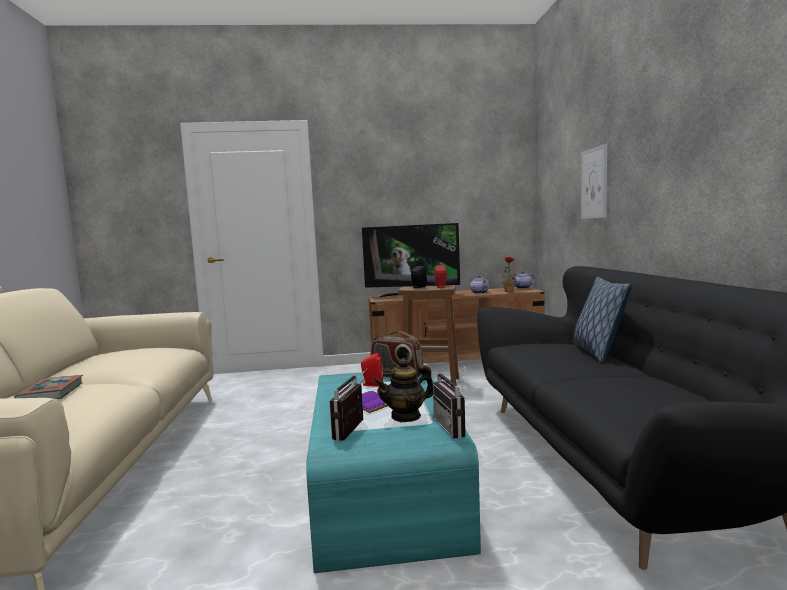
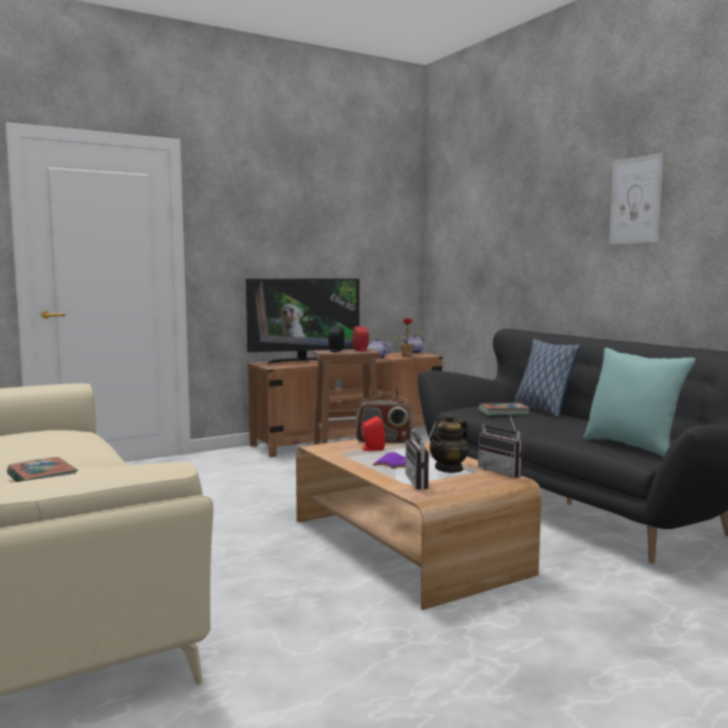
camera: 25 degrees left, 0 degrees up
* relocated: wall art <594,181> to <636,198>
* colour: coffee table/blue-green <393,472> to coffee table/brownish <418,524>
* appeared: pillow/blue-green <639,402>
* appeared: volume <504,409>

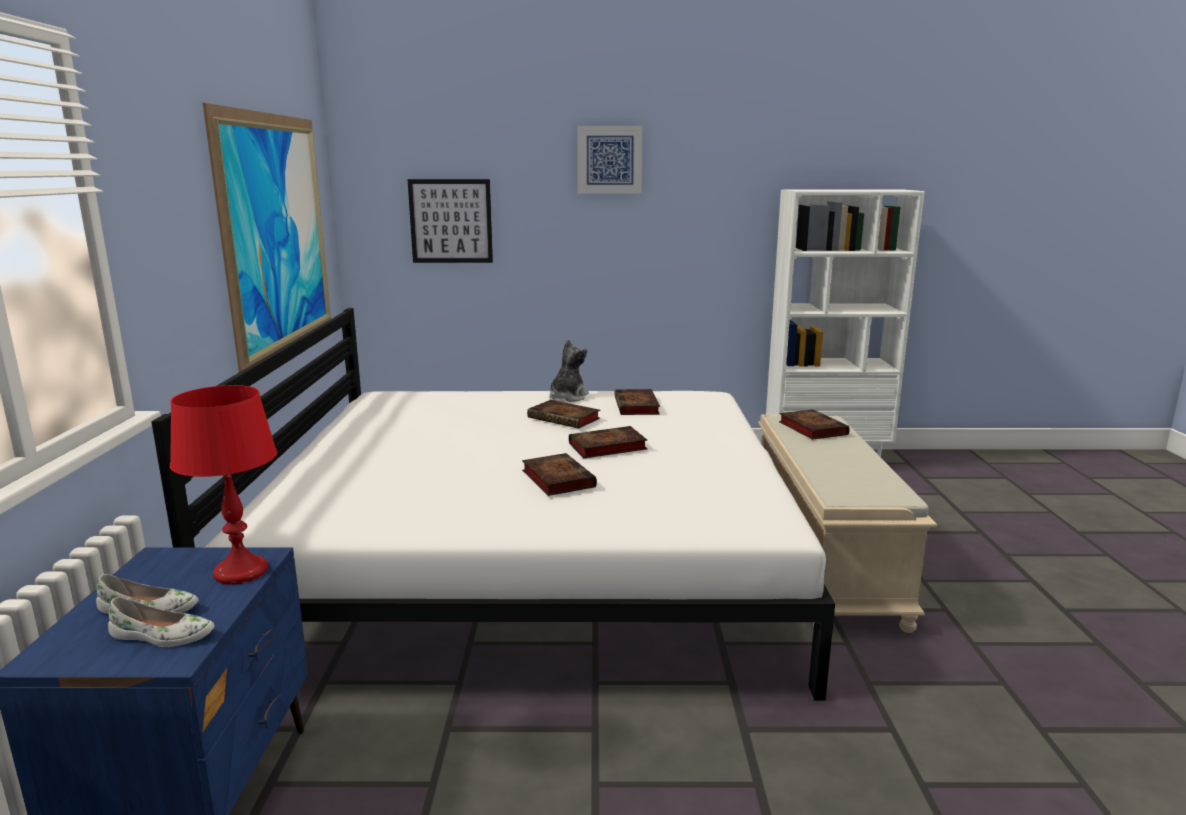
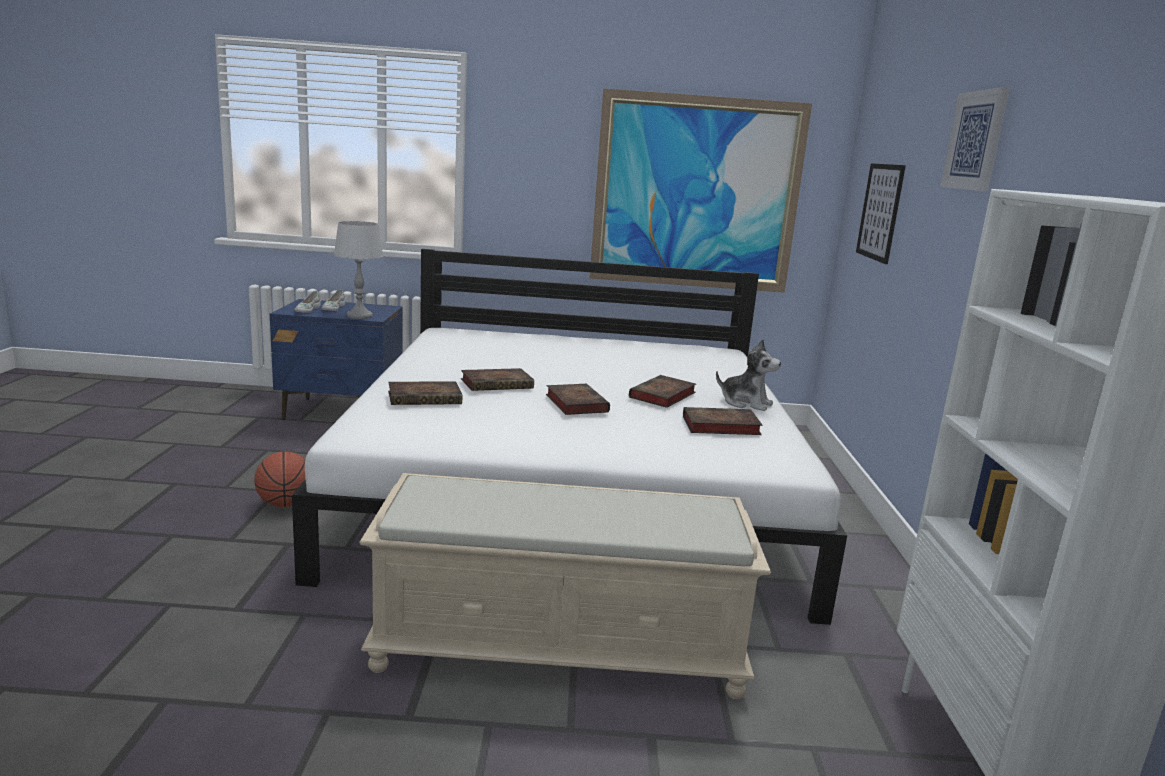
camera: 90 degrees right, 0 degrees up
* colour: lamp for a table/red-coloured <223,485> to lamp for a table/greyish <358,270>
* relocated: volume <814,424> to <425,393>
* appeared: ball for basketball <279,479>

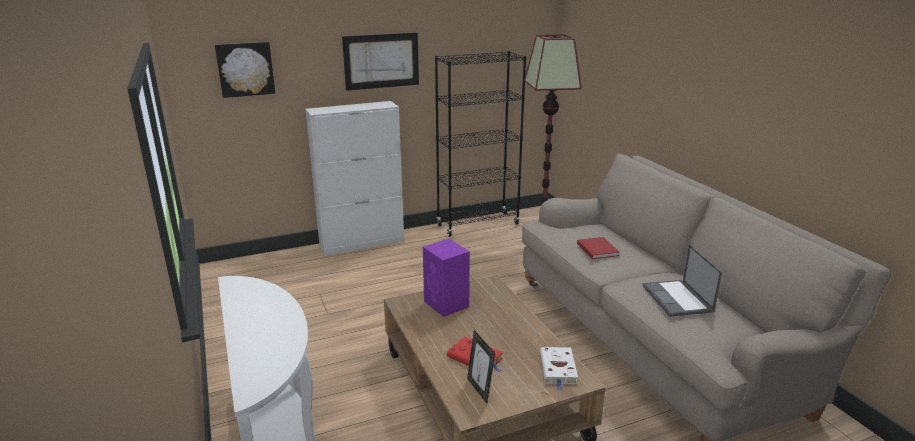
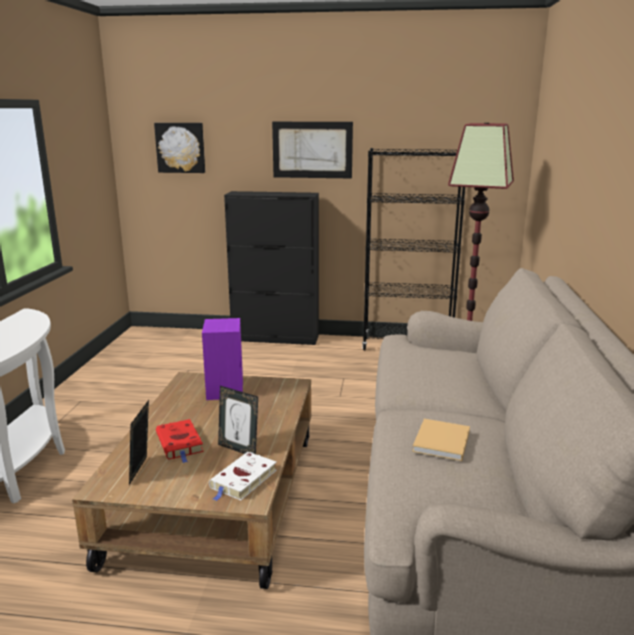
camera: 30 degrees right, 5 degrees down
* colour: cupboard/white-coloured <354,178> to cupboard/blackish <271,268>
* missing: volume/red-coloured <598,248>
* exchanged: laptop <682,281> to volume/sand-coloured <441,440>
* appeared: standing frame <238,420>

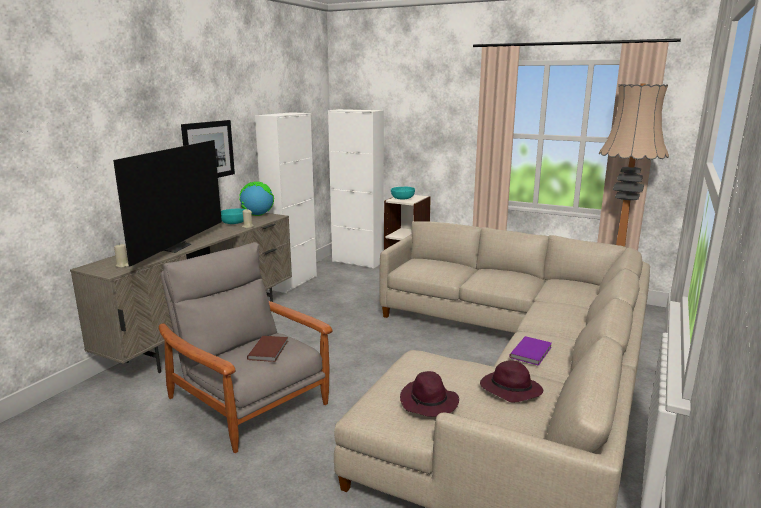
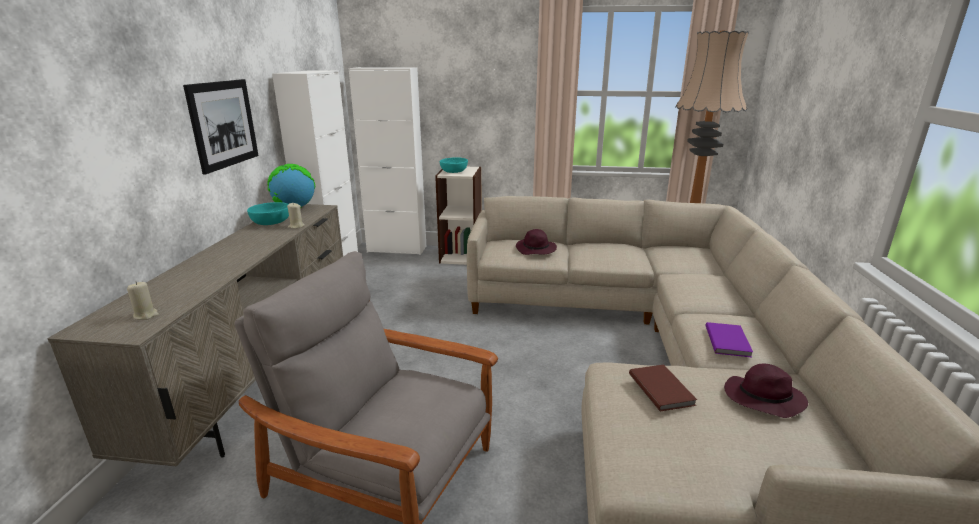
camera: 20 degrees left, 5 degrees up
* missing: television <167,203>
* relocated: volume/brownish <267,349> to <663,388>
* relocated: wearable hat/purple-coloured <429,394> to <536,242>

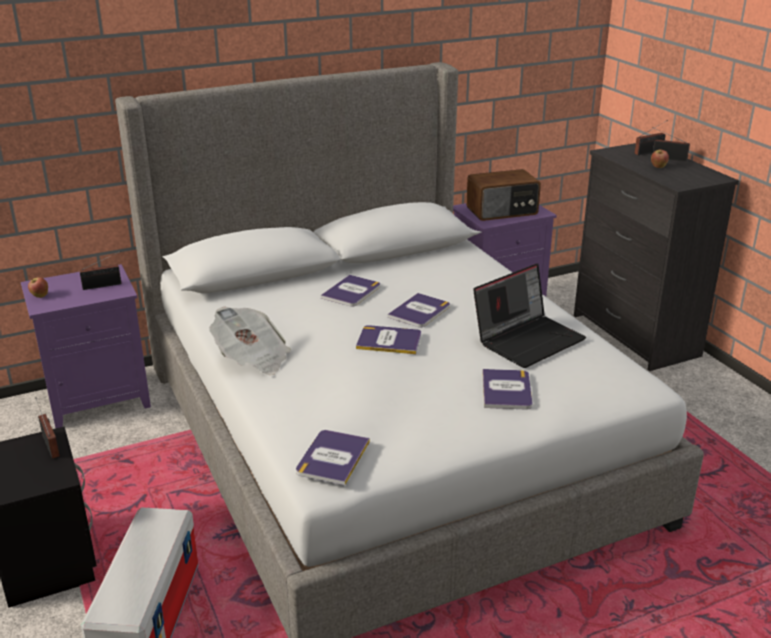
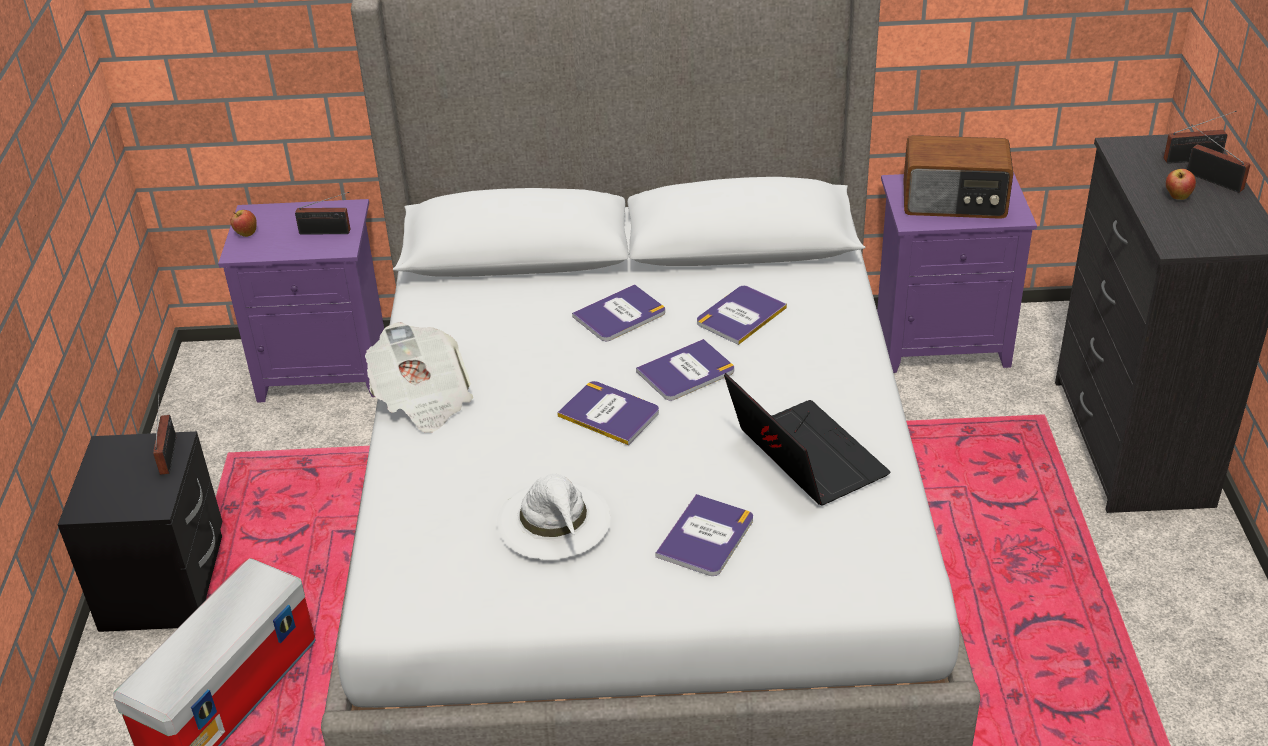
camera: 25 degrees right, 10 degrees up
* spun: laptop <529,315> = <807,439> 105 degrees counterclockwise
* relocated: volume <333,457> to <742,315>
* appeared: wearable hat/white-coloured <554,517>

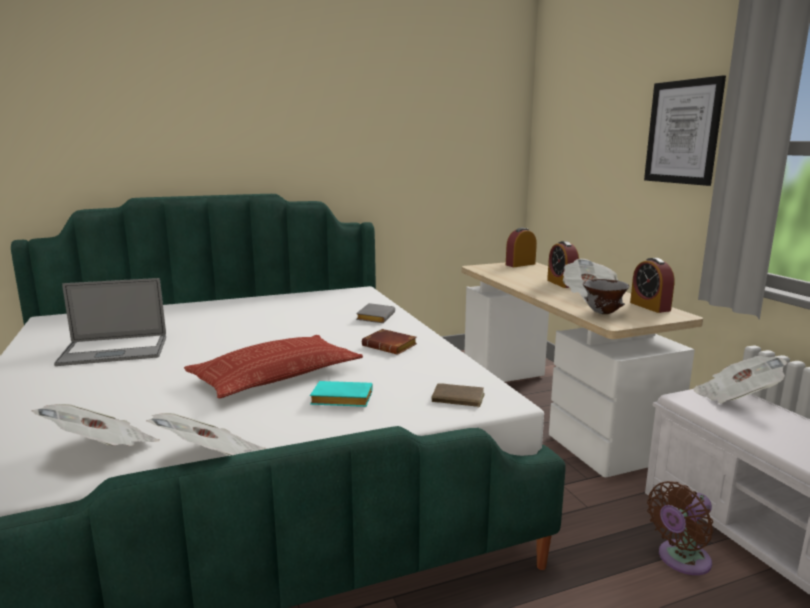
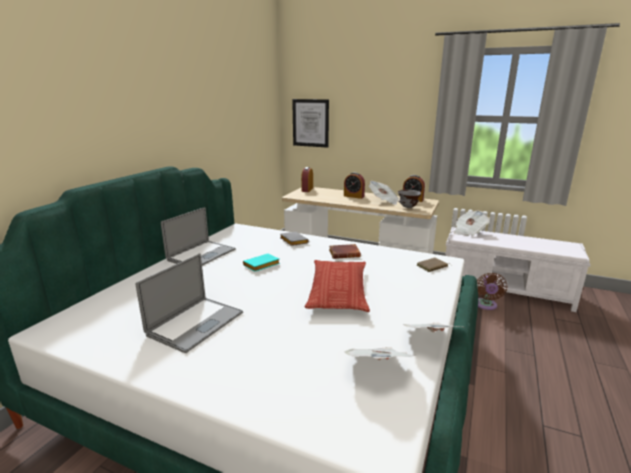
camera: 45 degrees left, 5 degrees up
* relocated: wall art <685,130> to <310,123>
* relocated: volume/blue-green <341,394> to <261,262>
* appeared: laptop <198,236>

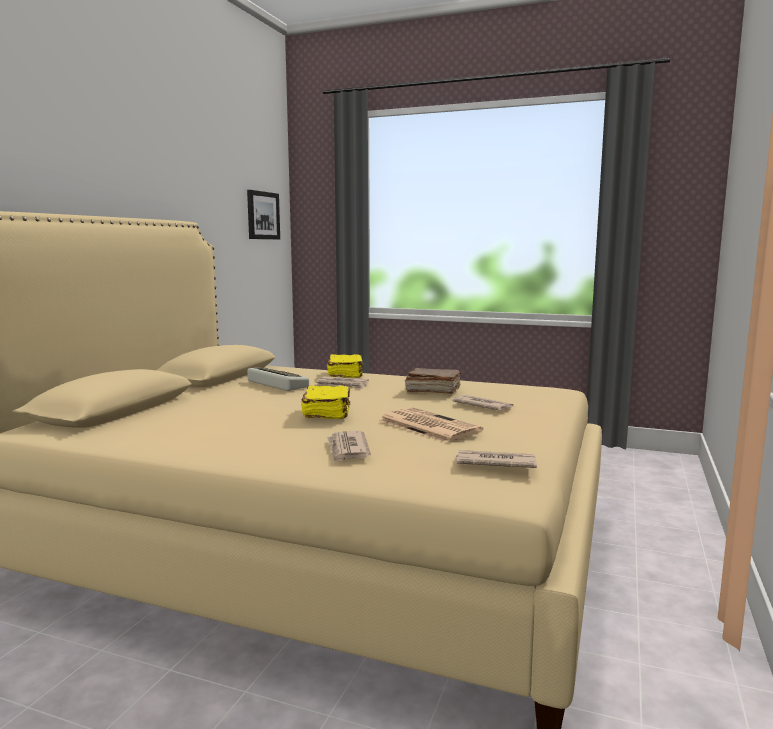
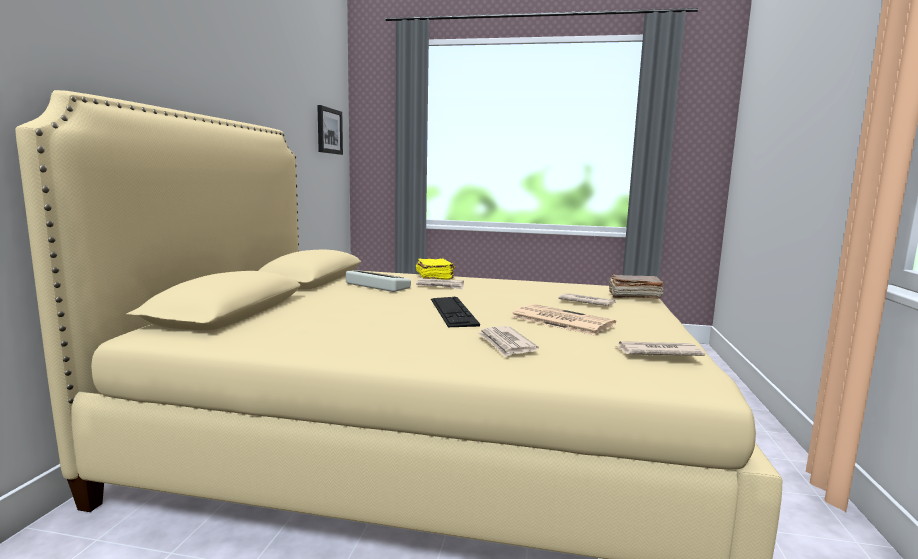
camera: 10 degrees left, 0 degrees up
* relocated: volume/brownish <433,381> to <636,287>
* exchanged: volume/yellowish <325,402> to PC keyboard <455,312>

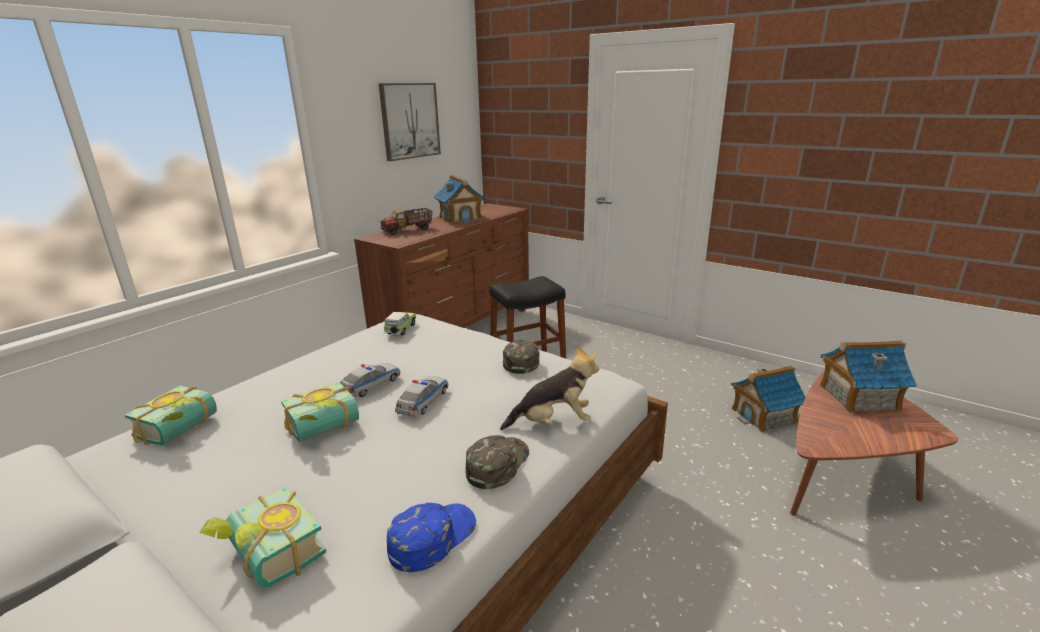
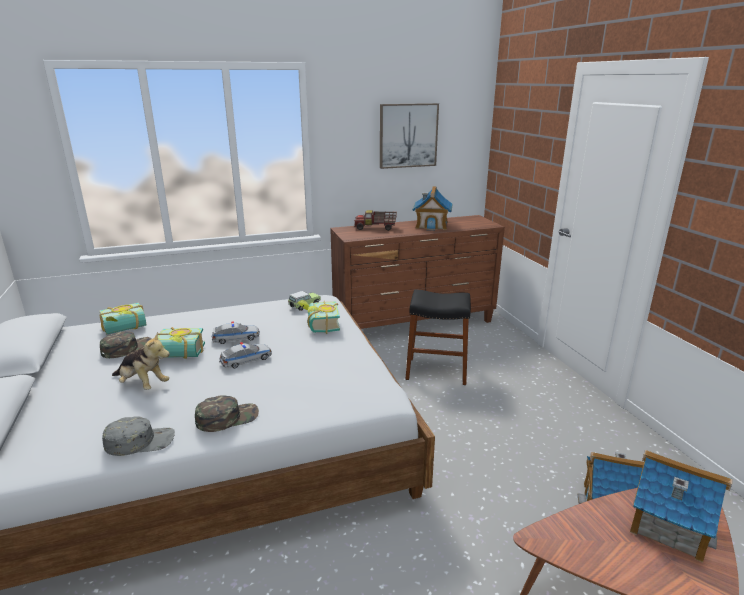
camera: 35 degrees right, 0 degrees up
* relocated: baseball cap/green-coloured <521,357> to <125,344>
* relocated: cuddly toy <549,387> to <141,361>
* relocated: volume <262,537> to <318,317>
* colour: baseball cap/bluish <431,537> to baseball cap/greyish <138,436>

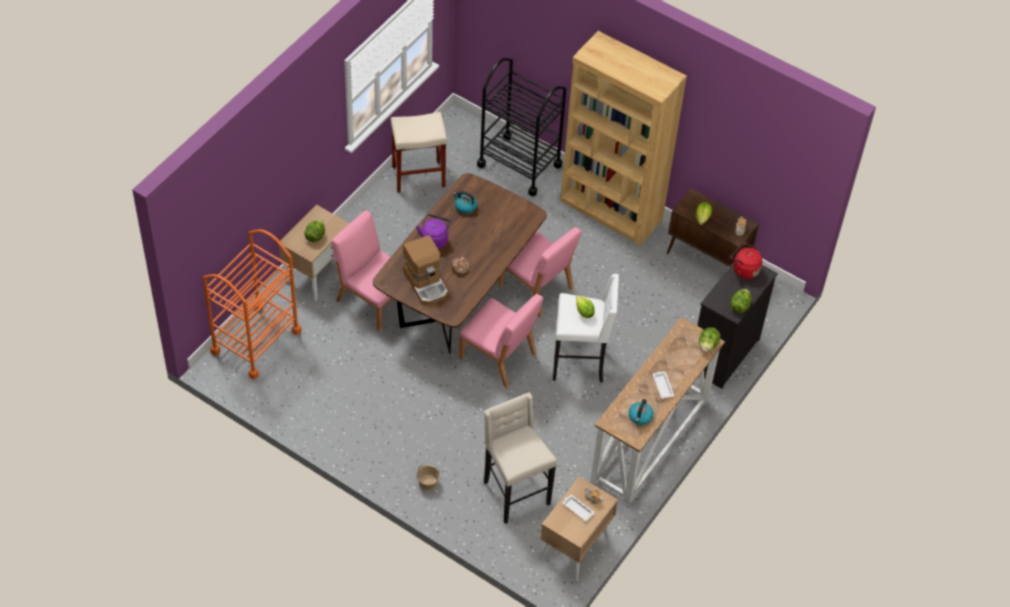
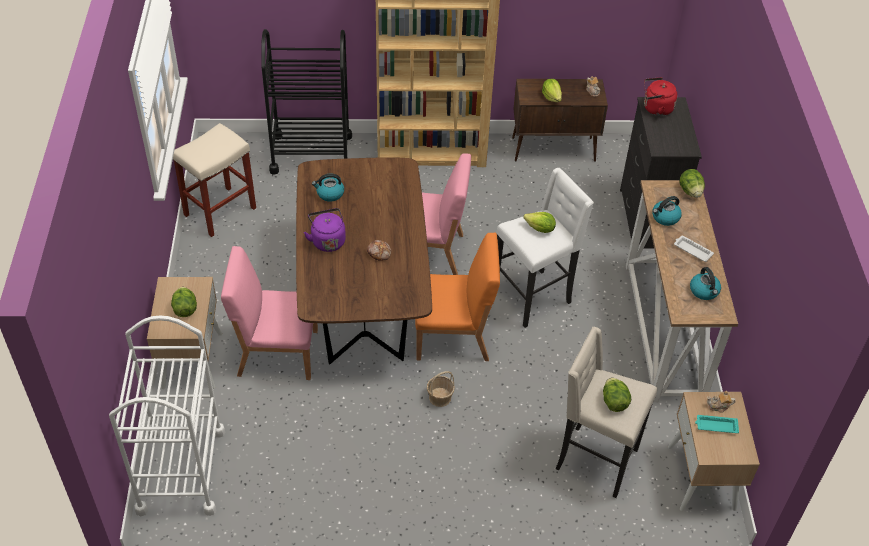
camera: 35 degrees left, 5 degrees down
* colour: wheeled cart/orange <252,304> to wheeled cart/white-coloured <167,416>
* missing: coffee maker <425,270>
* relocated: lettuce head <741,301> to <617,395>
* colour: chair/pink-coloured <501,341> to chair/orange <457,297>
* relocated: storage basket <428,477> to <441,389>
* colour: carrying tray/white-coloured <579,508> to carrying tray/blue-green <717,424>
* appeared: water kettle <667,211>

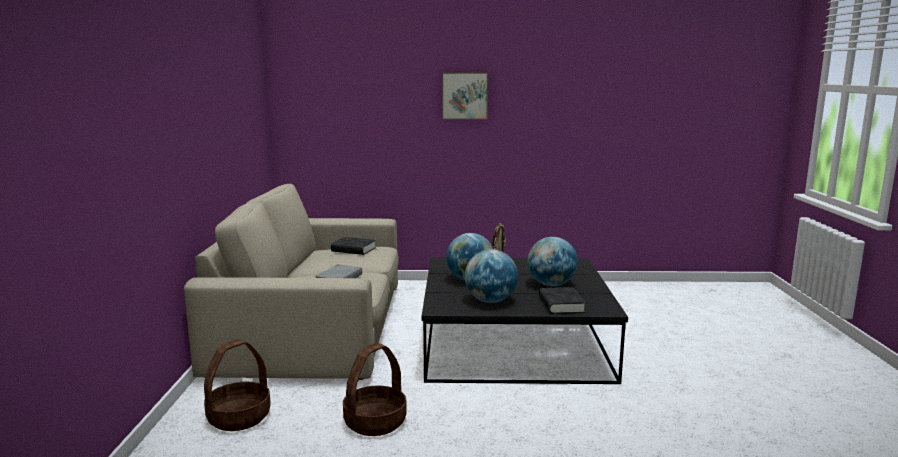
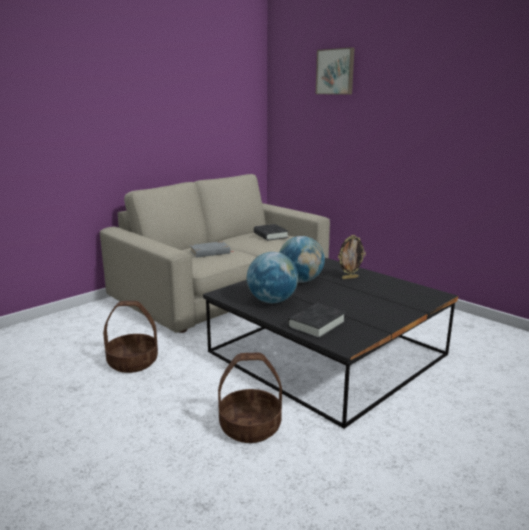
camera: 45 degrees right, 5 degrees up
* relocated: wall art <465,95> to <335,70>
* missing: desk globe <553,261>
* relocated: storage basket <237,385> to <250,398>

